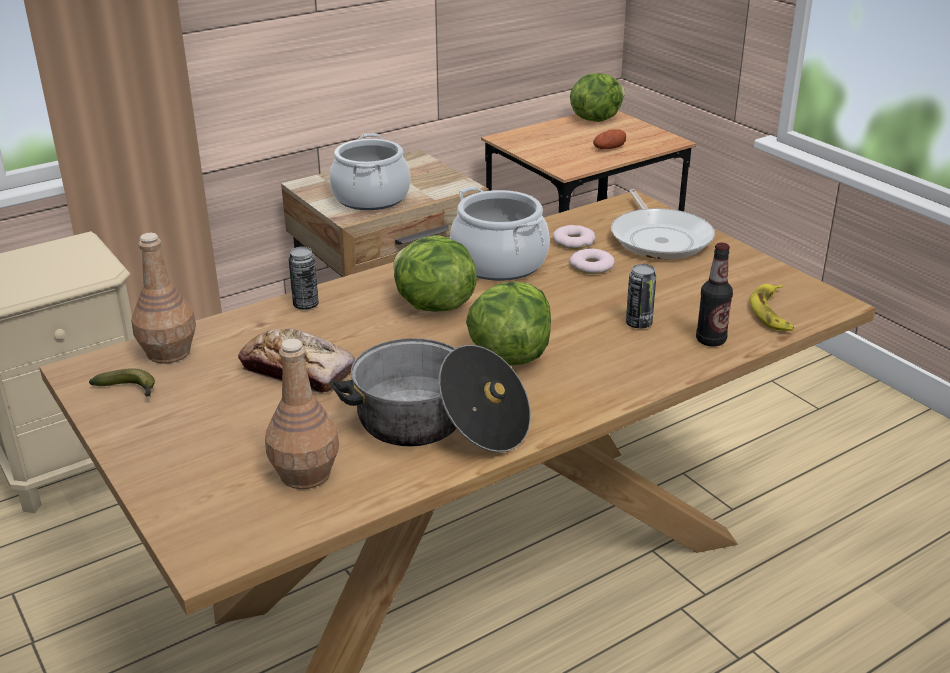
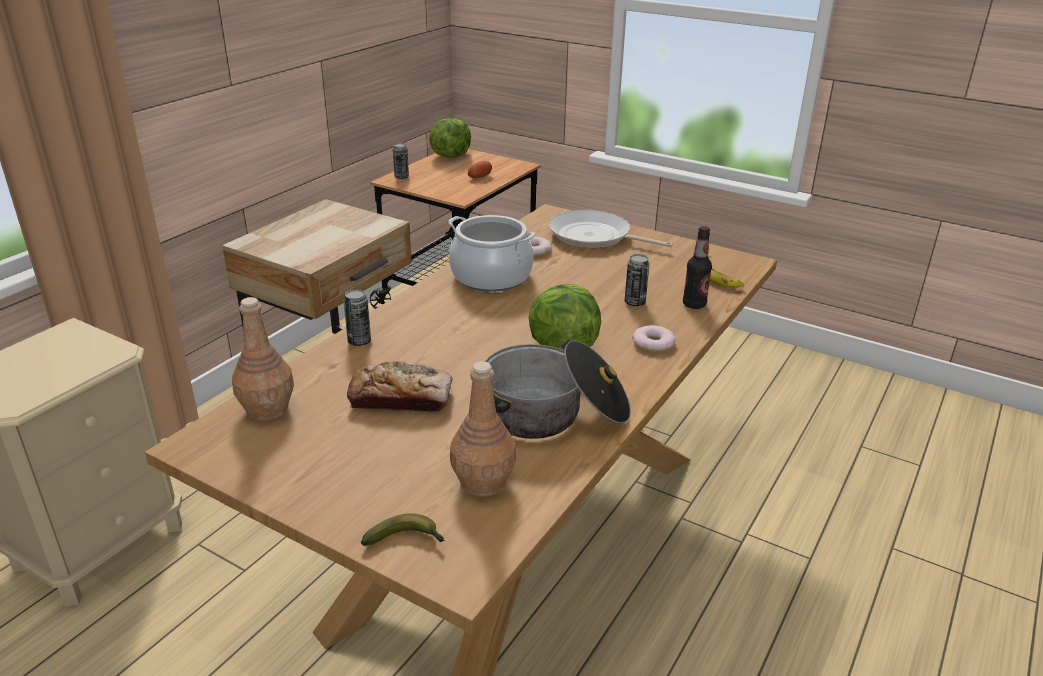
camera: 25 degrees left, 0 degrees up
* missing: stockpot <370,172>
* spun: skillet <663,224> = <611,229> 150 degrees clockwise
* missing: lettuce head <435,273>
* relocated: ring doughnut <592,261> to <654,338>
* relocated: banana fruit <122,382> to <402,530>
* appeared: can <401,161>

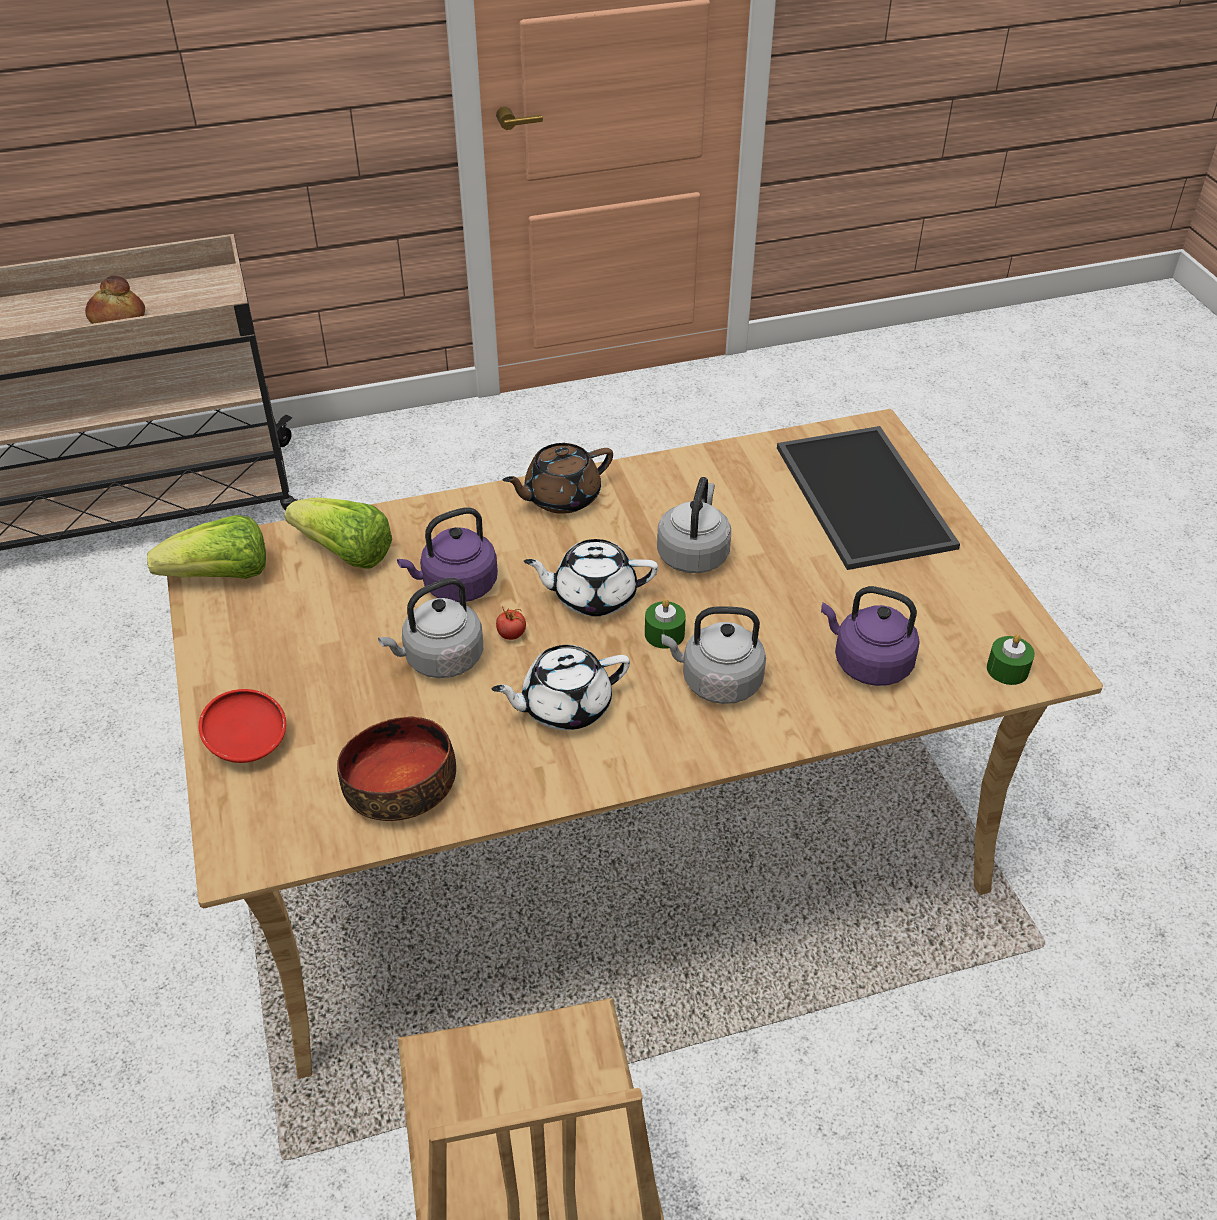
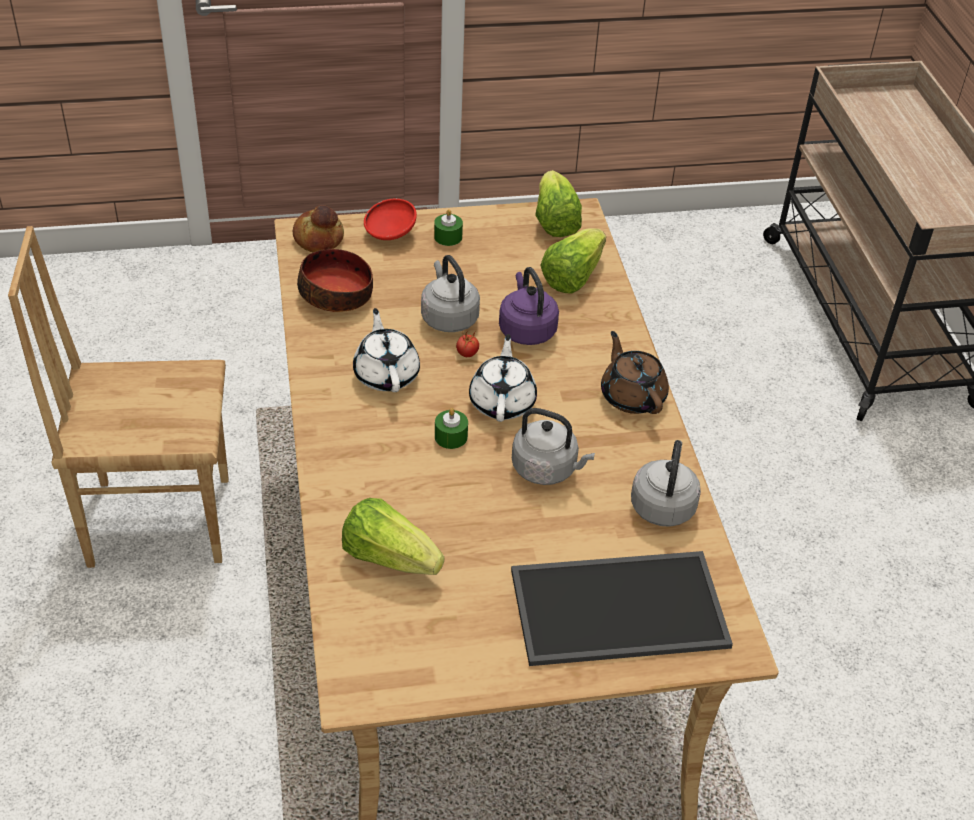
camera: 95 degrees right, 0 degrees up
* relocated: bakery bread <115,299> to <318,228>
* exchanged: water kettle/purple-coloured <870,636> to lettuce head <393,536>
* relocated: water kettle/greyish <713,655> to <666,483>
* relocated: candle/green-coloured <1011,659> to <448,227>

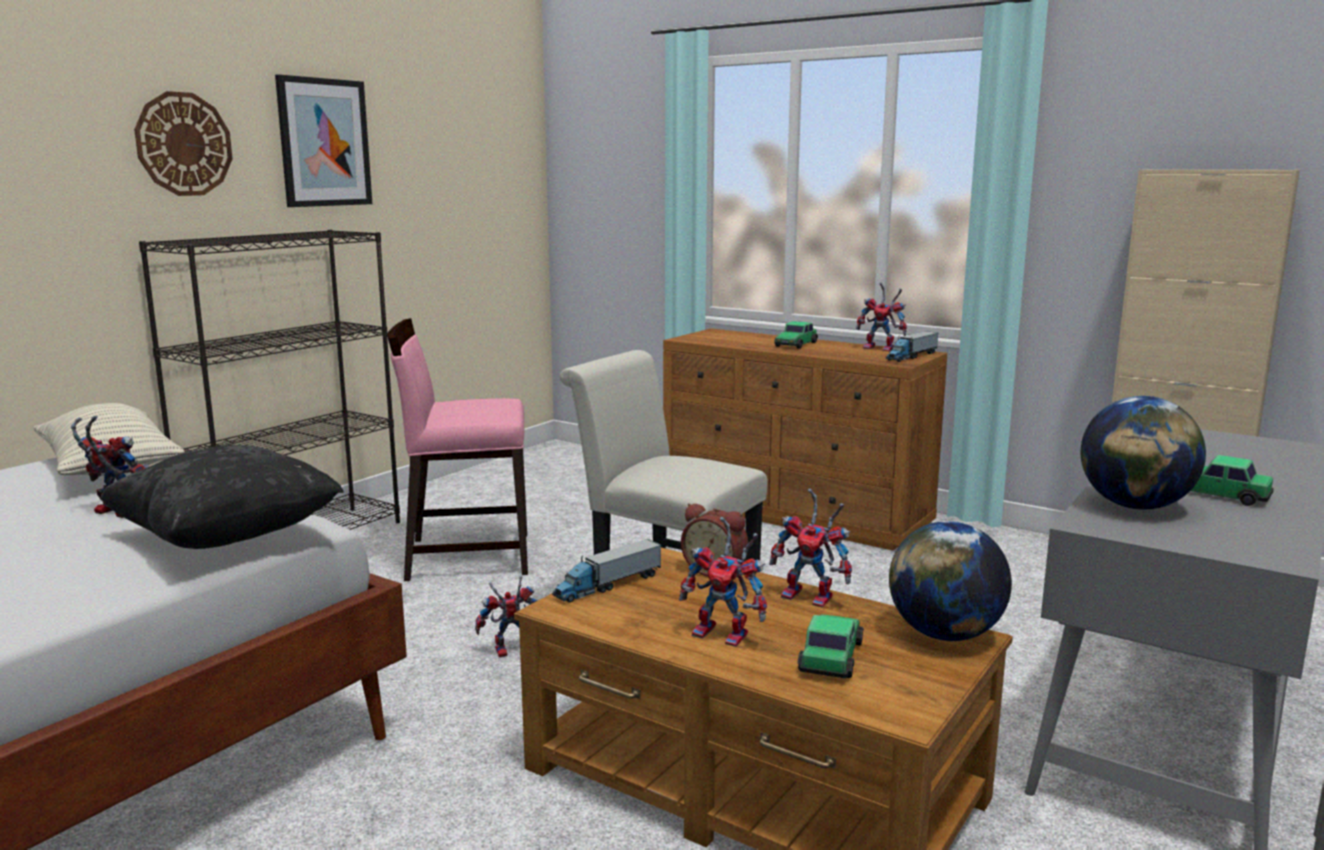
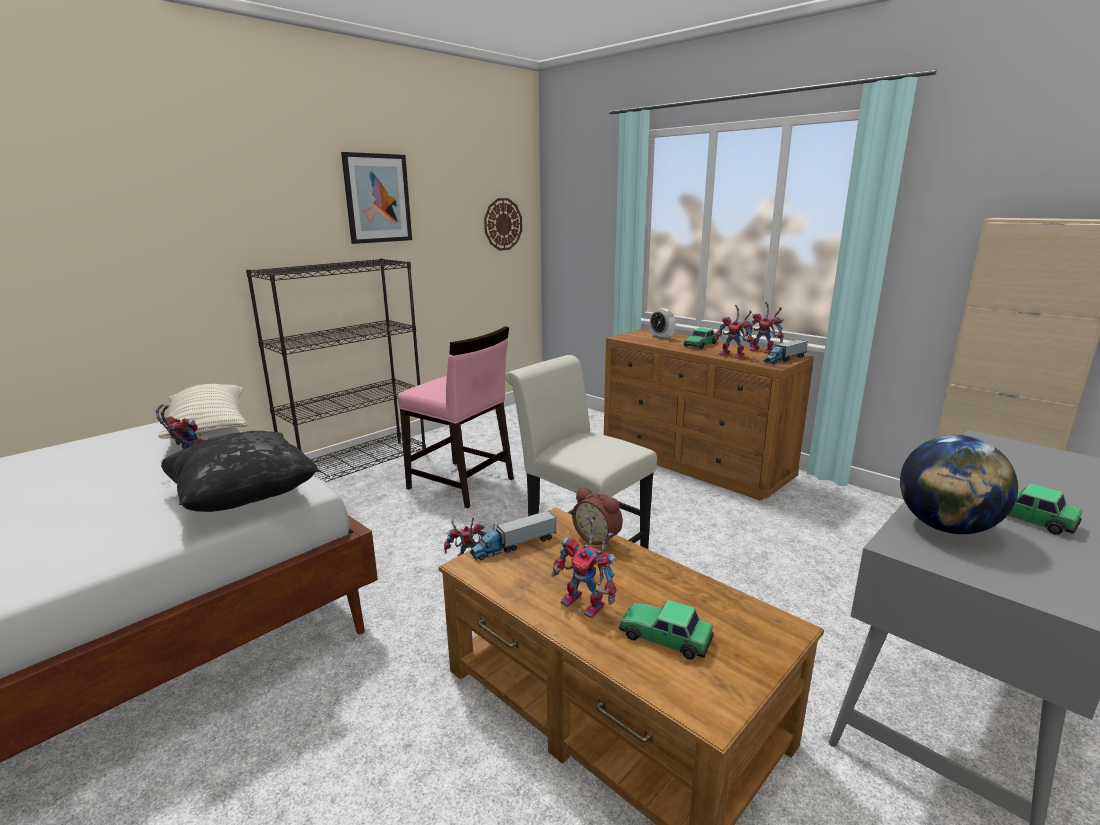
camera: 10 degrees right, 5 degrees up
* relocated: clock on the wall <183,143> to <503,224>
* spun: chair/pink-coloured <457,449> = <456,417> 150 degrees counterclockwise
* relocated: toy robot <810,547> to <734,331>
* missing: desk globe <950,581>
* spun: toy car <830,646> = <666,630> 90 degrees counterclockwise
* appeared: bedside clock <662,324>

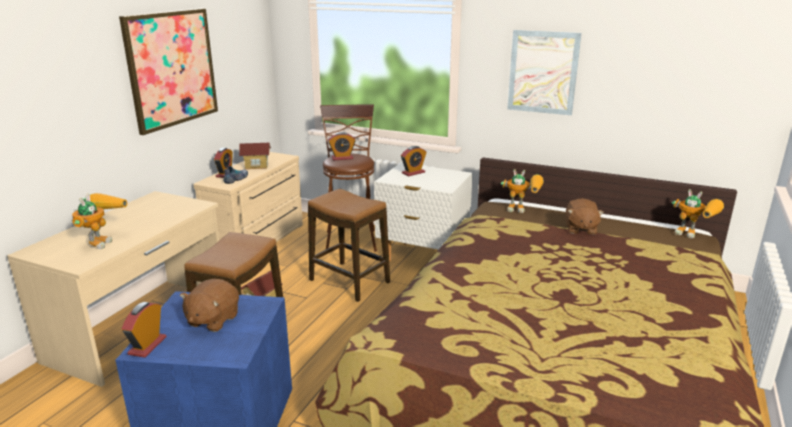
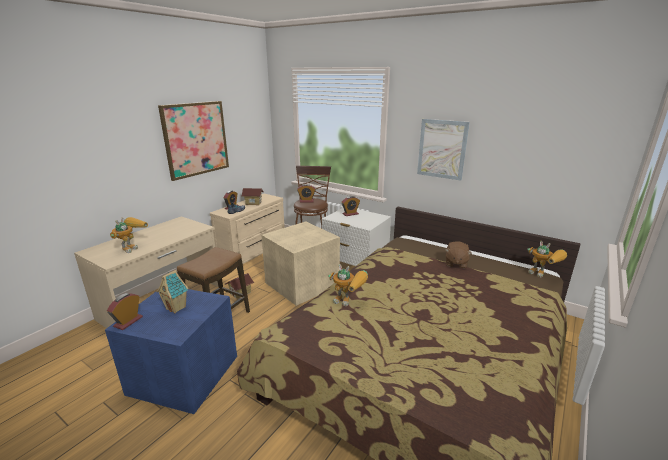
camera: 10 degrees right, 0 degrees up
* relocated: toy robot <522,191> to <348,285>
* exchanged: stool <349,245> to storage box/sand-coloured <300,263>
* exchanged: cuddly toy/brownish <209,305> to model house <173,291>

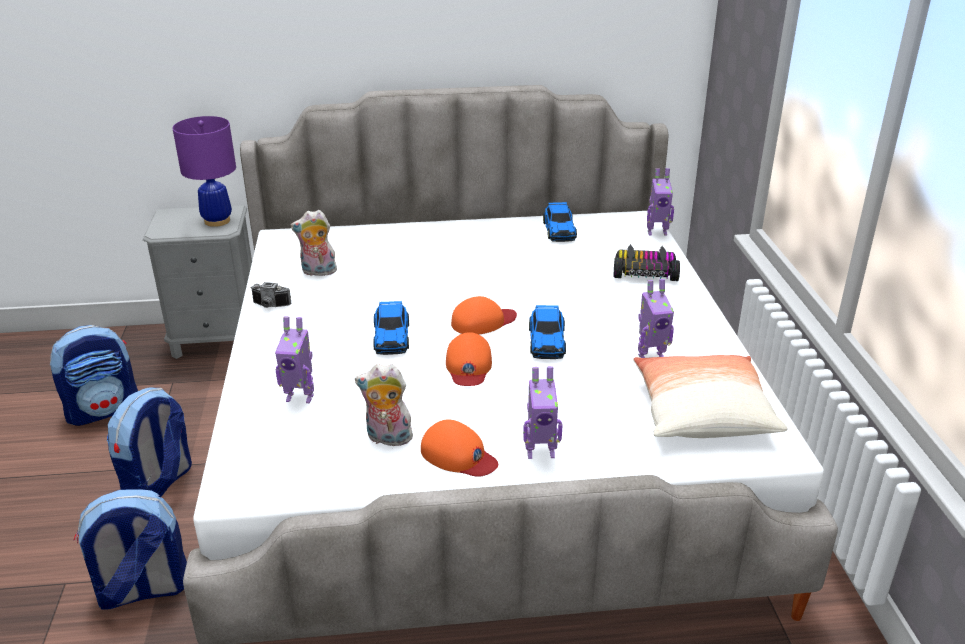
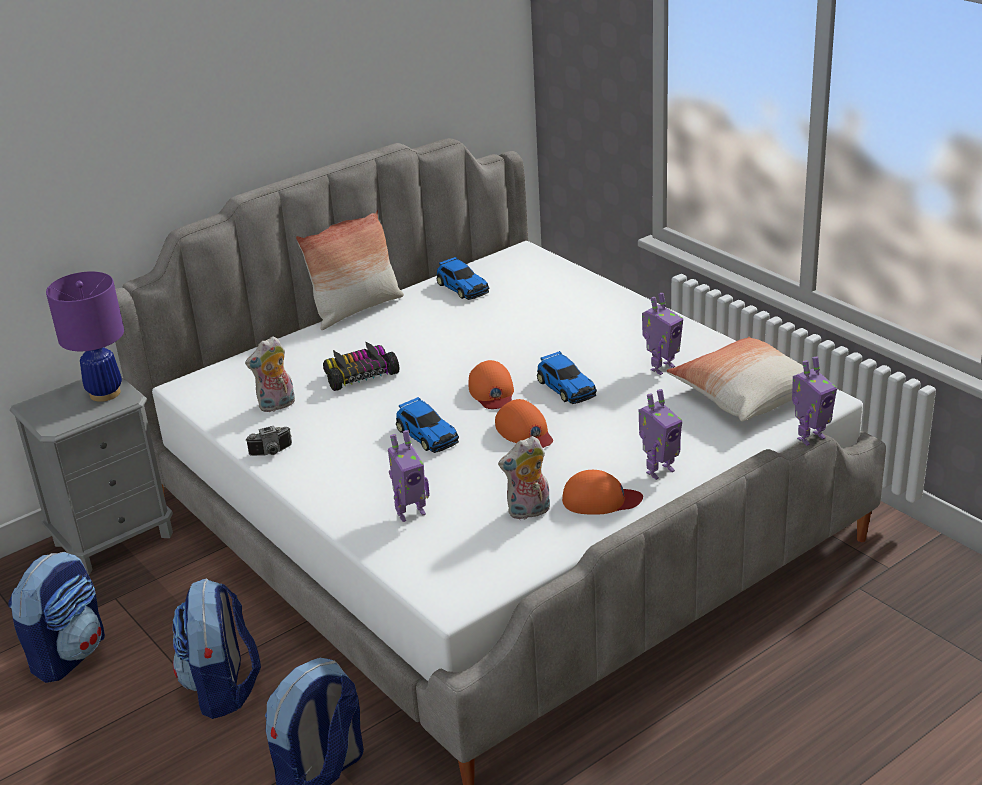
camera: 30 degrees left, 0 degrees up
* relocated: toy robot <660,202> to <814,401>
* relocated: toy car <647,262> to <361,366>
* spun: baseball cap/orange <484,315> = <491,384> 135 degrees clockwise
* appeared: pillow <350,269>

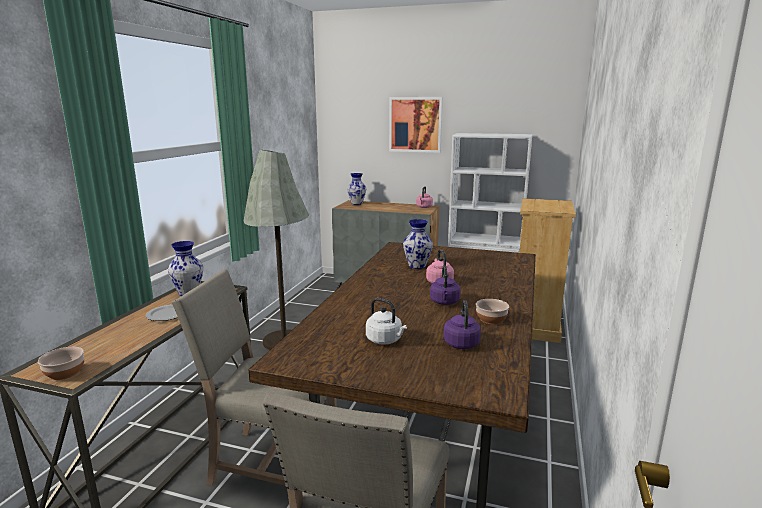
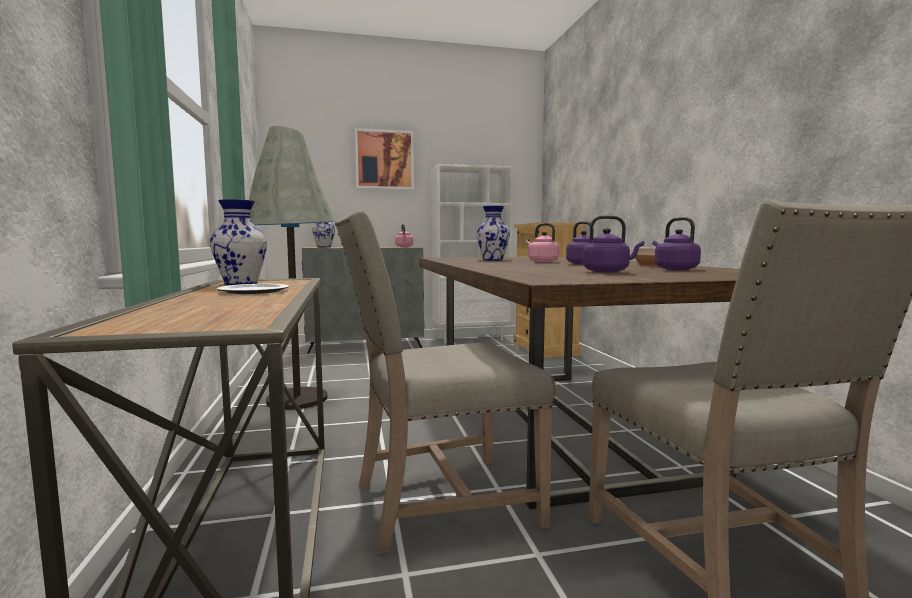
camera: 30 degrees left, 10 degrees down
* colour: water kettle/white-coloured <386,321> to water kettle/purple-coloured <613,243>
* missing: serving bowl <61,363>

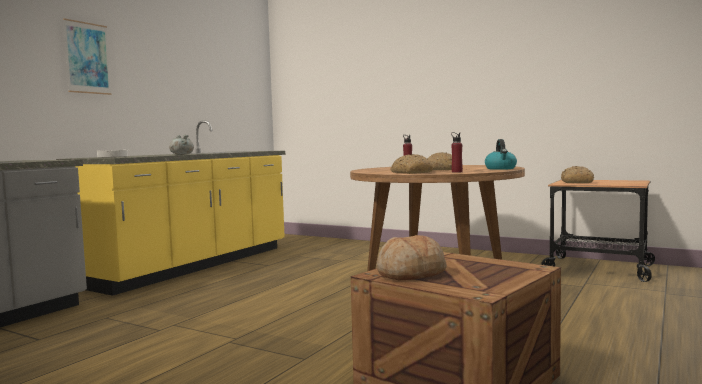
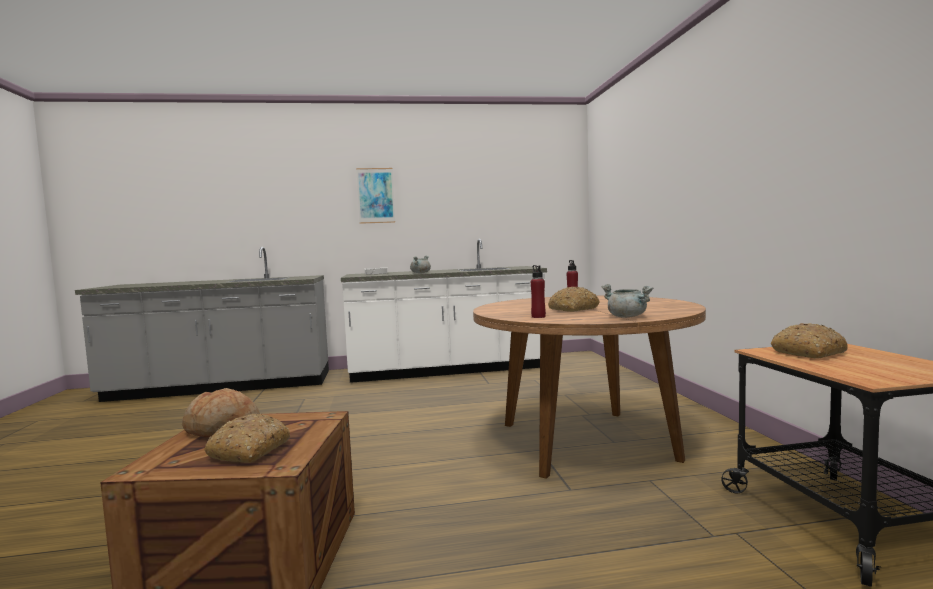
camera: 50 degrees right, 0 degrees up
* colour: counter/yellowish <170,208> to counter/white-coloured <444,311>
* exchanged: water kettle <501,154> to stockpot/greyish <627,301>
* relocated: bakery bread <412,164> to <247,438>

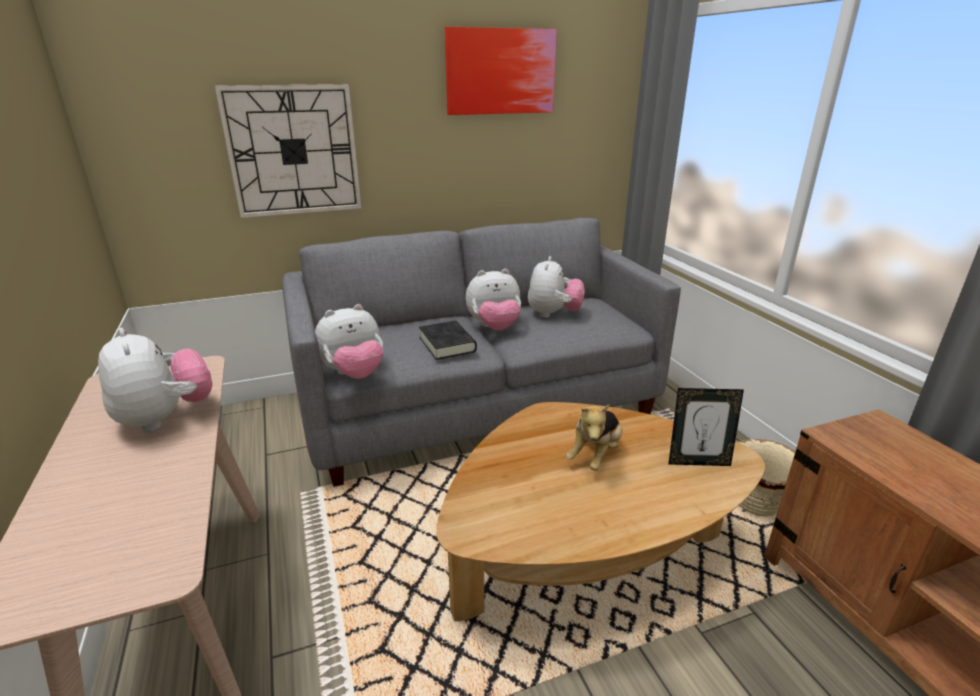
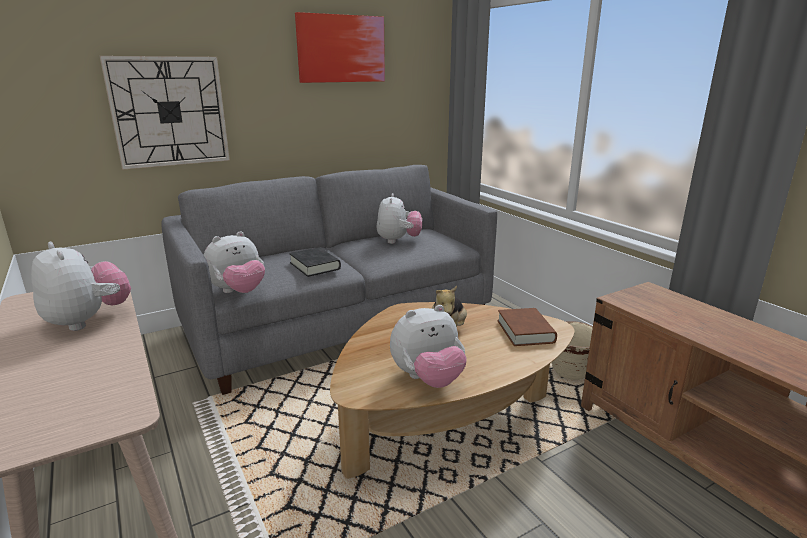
camera: 10 degrees left, 5 degrees down
* relocated: cuddly toy <493,300> to <428,346>
* exchanged: standing frame <706,427> to volume/brownish <527,327>

